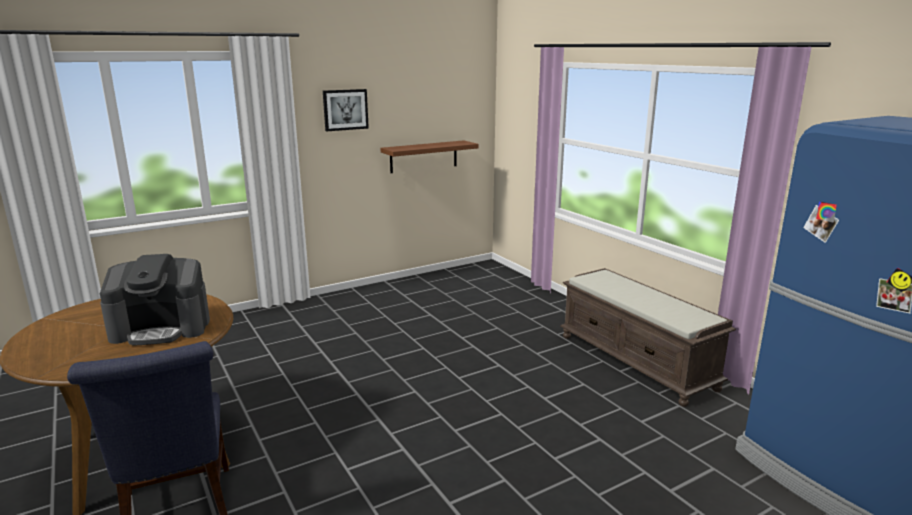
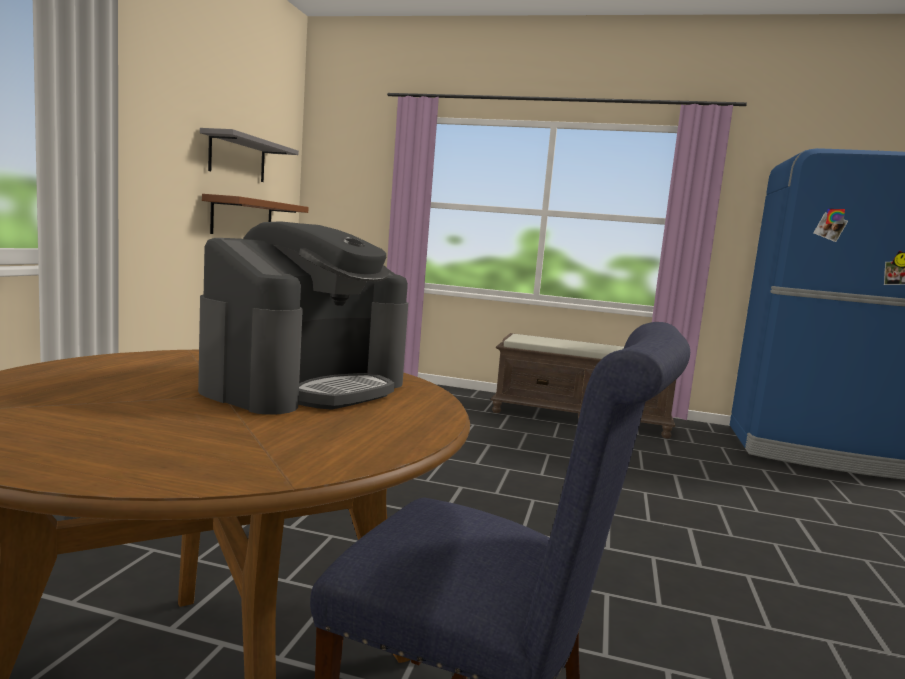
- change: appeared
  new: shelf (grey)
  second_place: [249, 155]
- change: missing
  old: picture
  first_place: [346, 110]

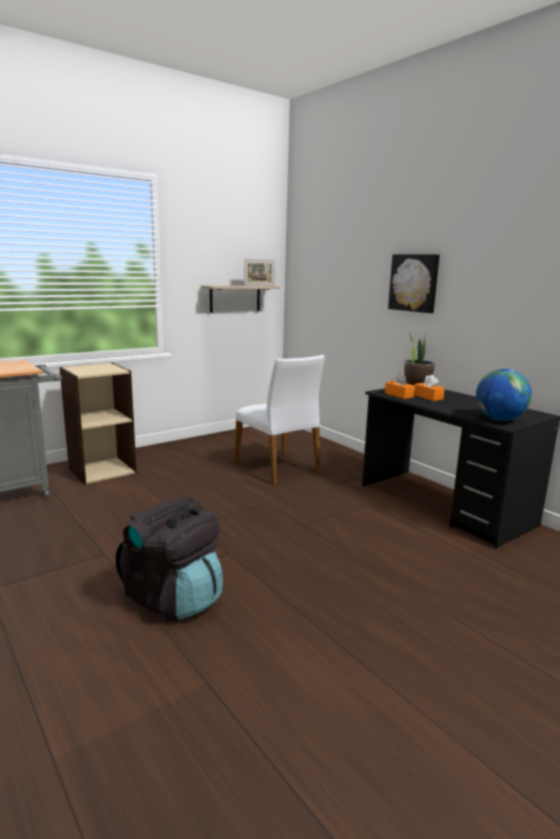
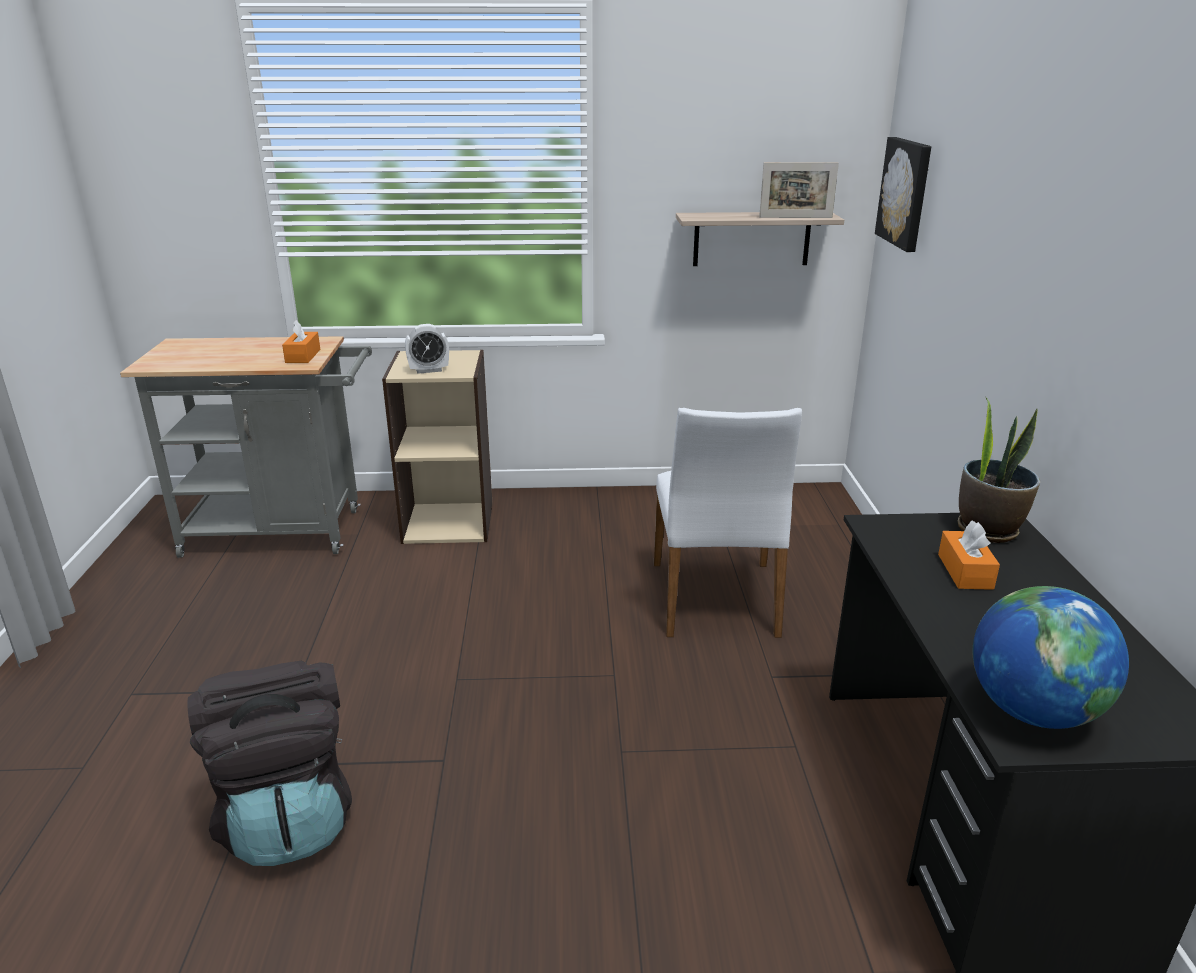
- change: relocated
  old: tissue box (orange)
  first_place: [400, 386]
  second_place: [301, 341]
- change: appeared
  new: alarm clock
  second_place: [427, 349]
- change: relocated
  old: picture
  first_place: [414, 283]
  second_place: [903, 194]

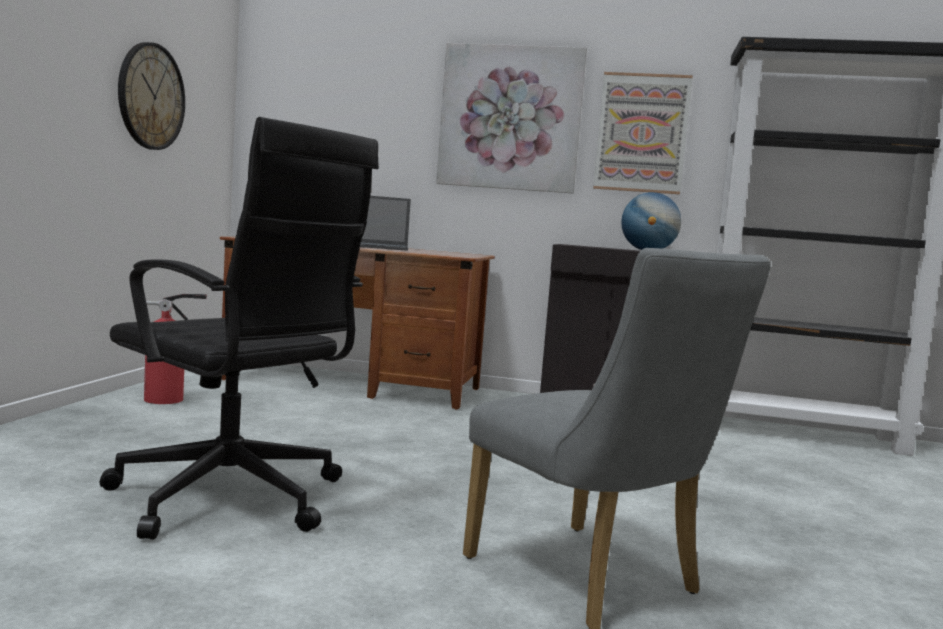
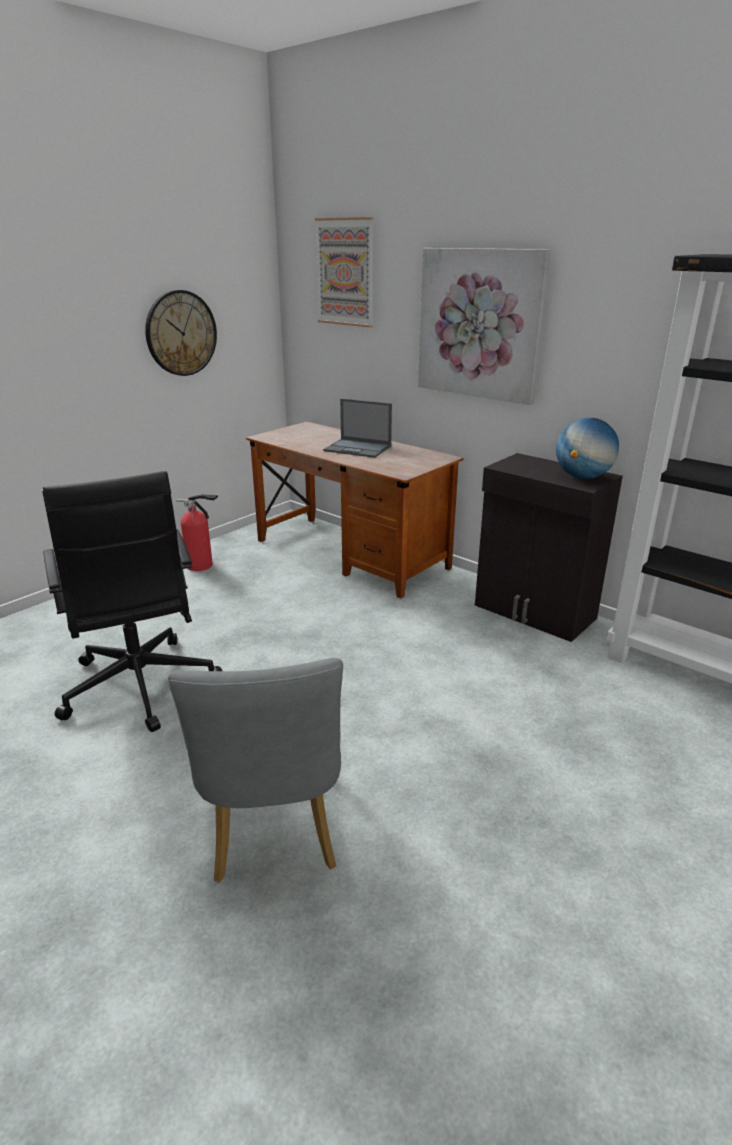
- change: relocated
  old: picture
  first_place: [643, 133]
  second_place: [344, 272]

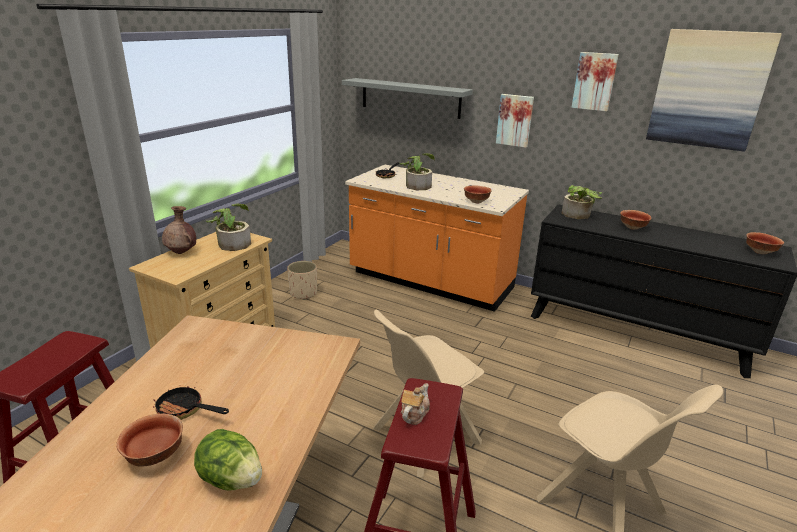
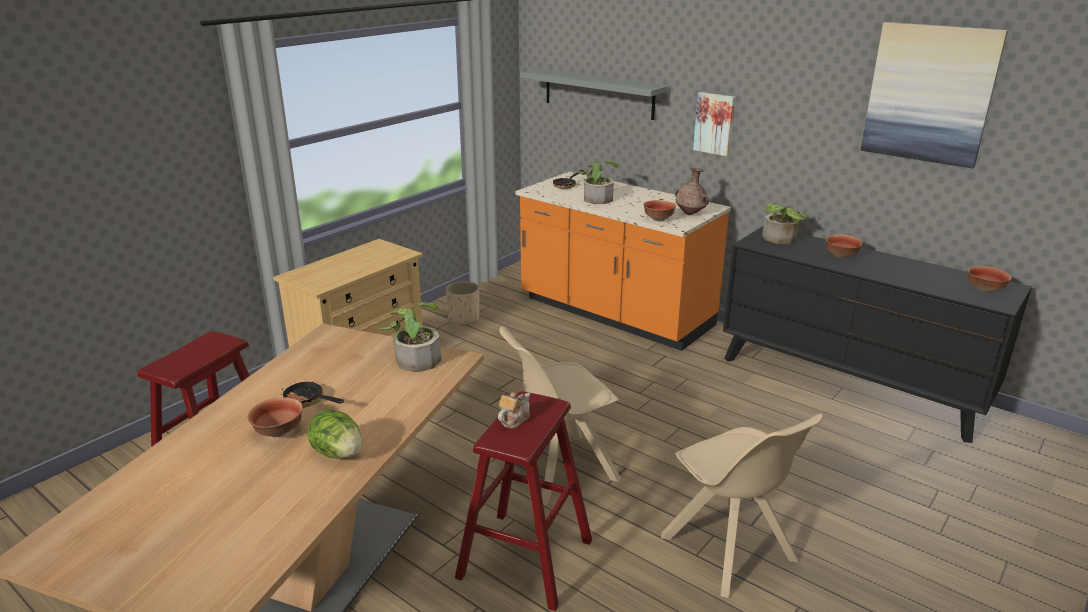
- change: relocated
  old: potted plant
  first_place: [228, 227]
  second_place: [410, 337]
- change: relocated
  old: vase (brown)
  first_place: [179, 230]
  second_place: [692, 191]
- change: missing
  old: picture
  first_place: [595, 81]

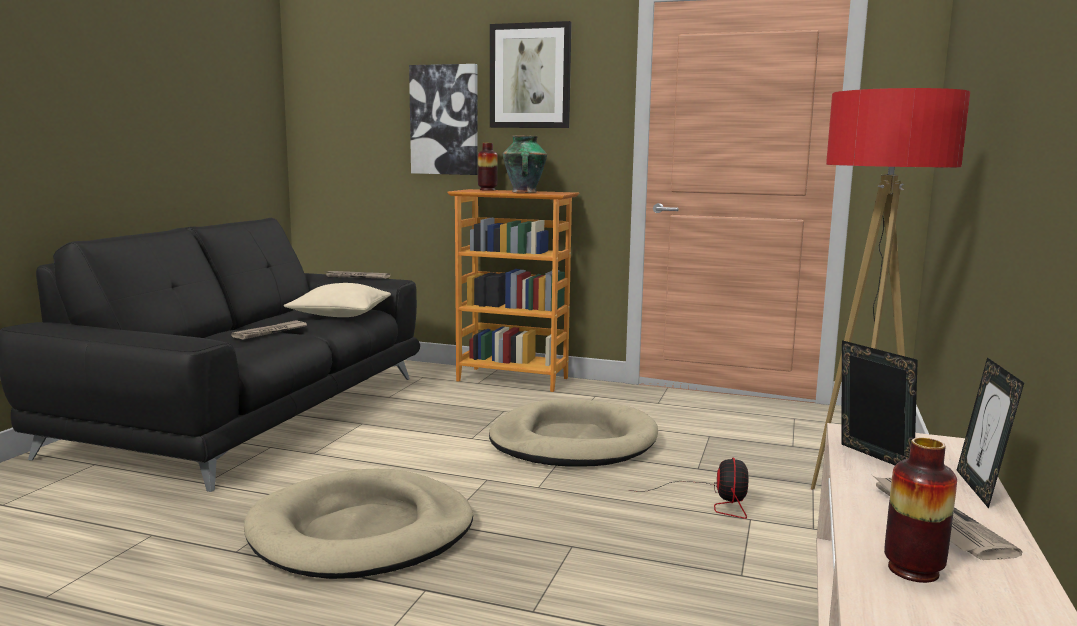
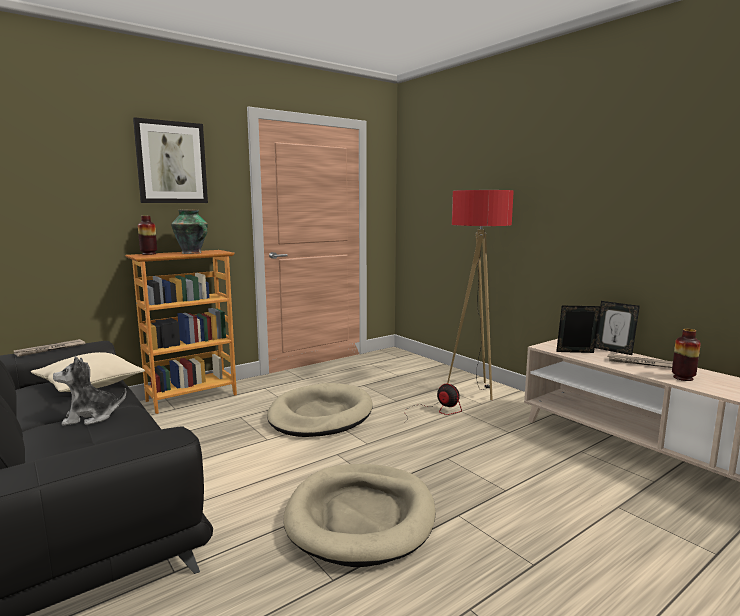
- change: exchanged
  old: newspaper
  new: plush toy
  first_place: [269, 330]
  second_place: [89, 391]
- change: missing
  old: picture
  first_place: [443, 119]

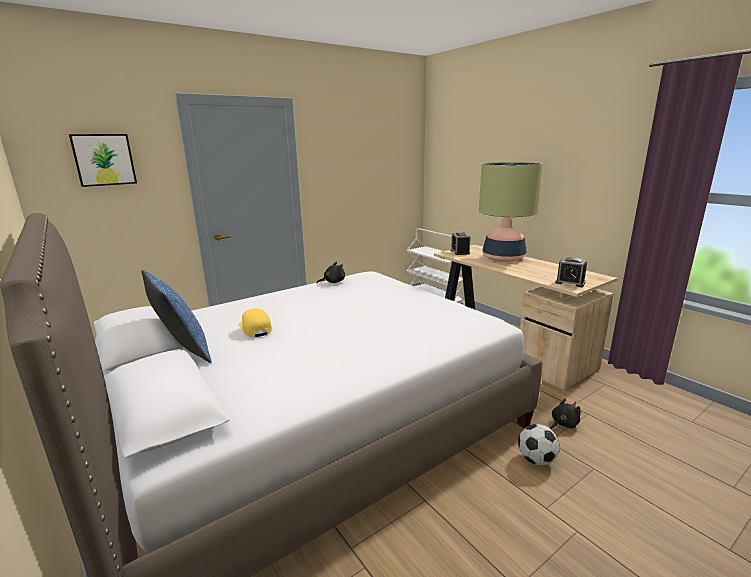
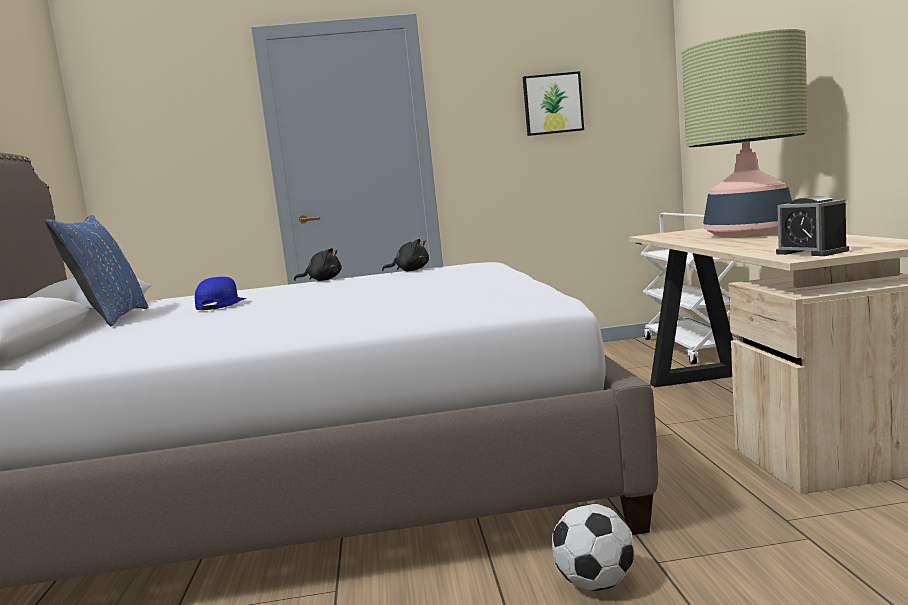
- change: colour
  old: cap (yellow)
  new: cap (blue)
  first_place: [255, 322]
  second_place: [221, 293]
- change: relocated
  old: plush toy (black)
  first_place: [565, 413]
  second_place: [317, 264]
- change: relocated
  old: picture
  first_place: [103, 160]
  second_place: [553, 103]
- change: missing
  old: alarm clock
  first_place: [461, 244]

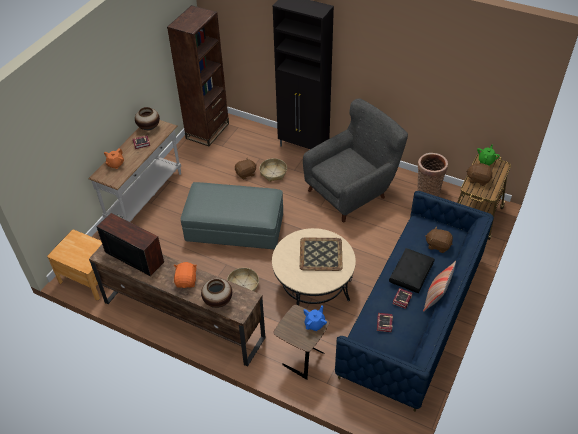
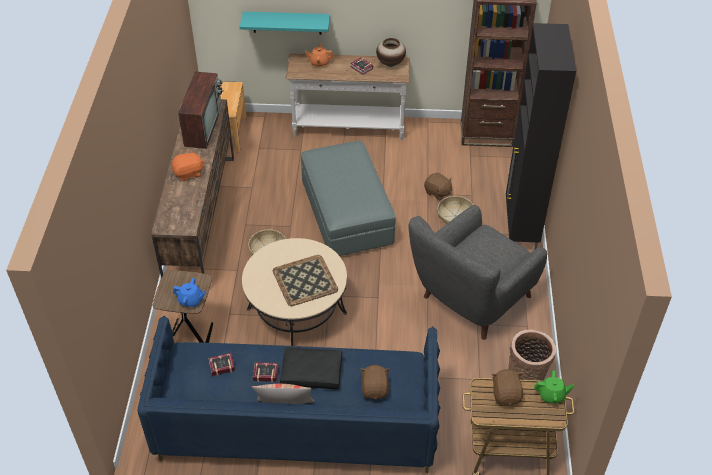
- change: appeared
  new: shelf (turquoise)
  second_place: [284, 23]
- change: spun
  old: armchair (grey)
  first_place: [355, 160]
  second_place: [478, 272]
  degrees: 105
- change: missing
  old: vase
  first_place: [216, 293]

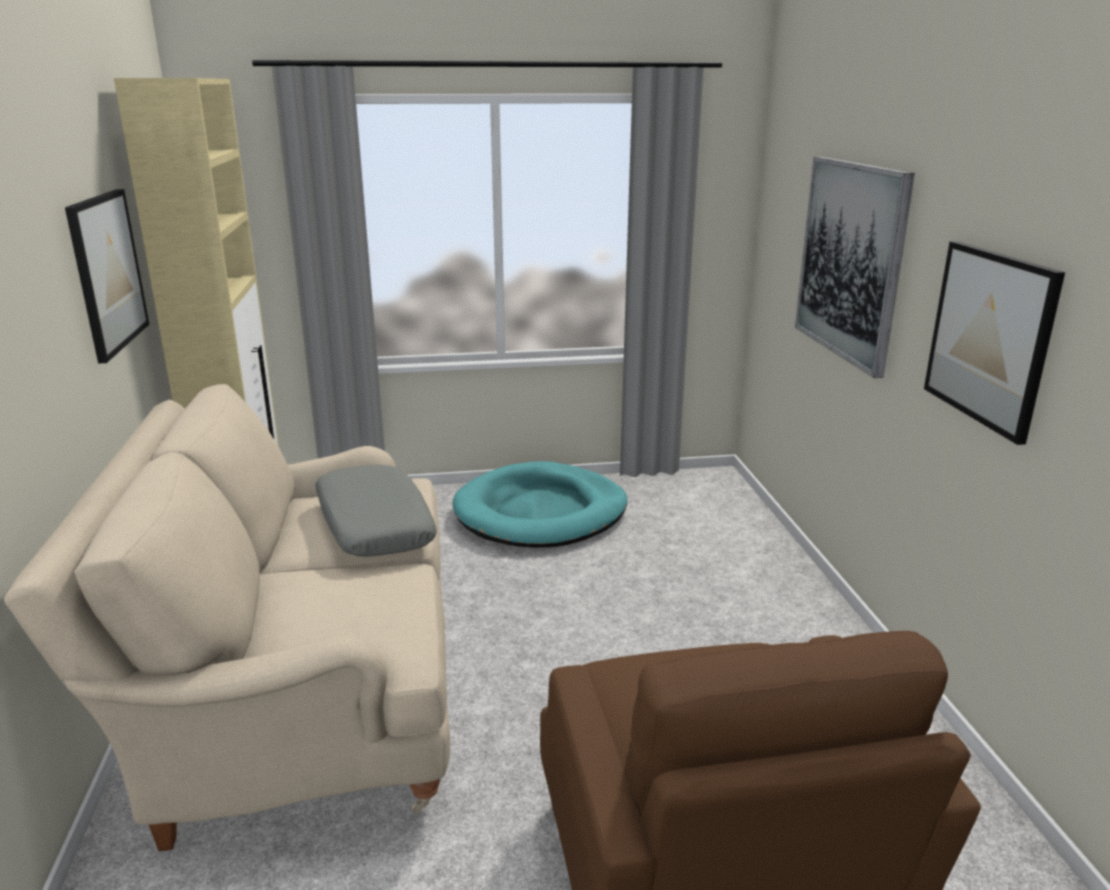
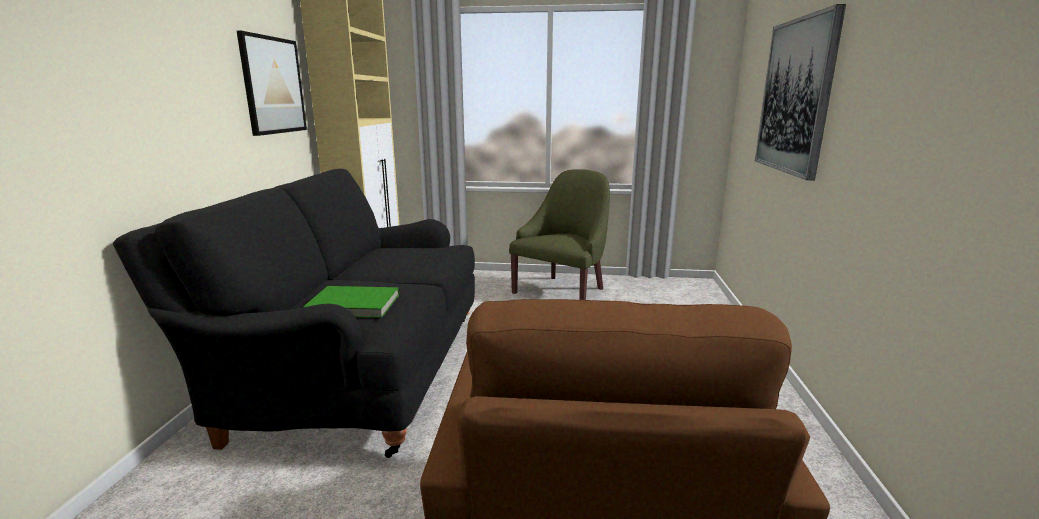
- change: colour
  old: sofa (beige)
  new: sofa (black)
  first_place: [227, 617]
  second_place: [294, 313]
- change: appeared
  new: book (green)
  second_place: [351, 302]
- change: exchanged
  old: dog bed (turquoise)
  new: armchair (green)
  first_place: [540, 504]
  second_place: [559, 234]
- change: missing
  old: pillow (grey)
  first_place: [376, 510]
- change: missing
  old: picture
  first_place: [994, 343]

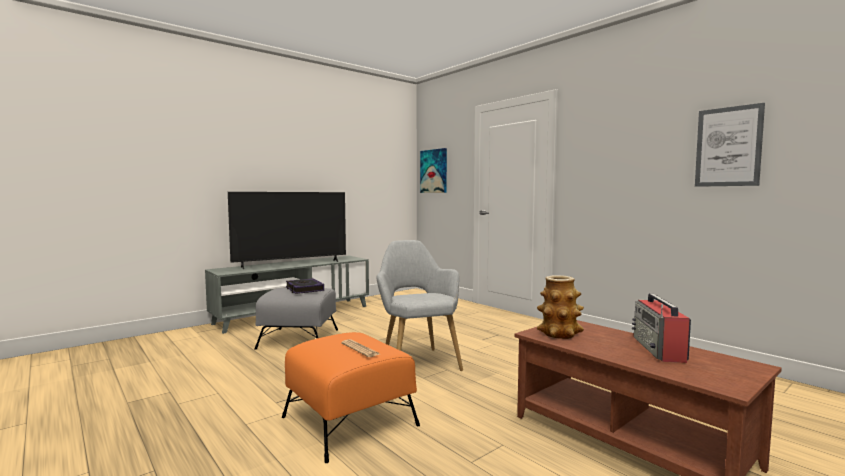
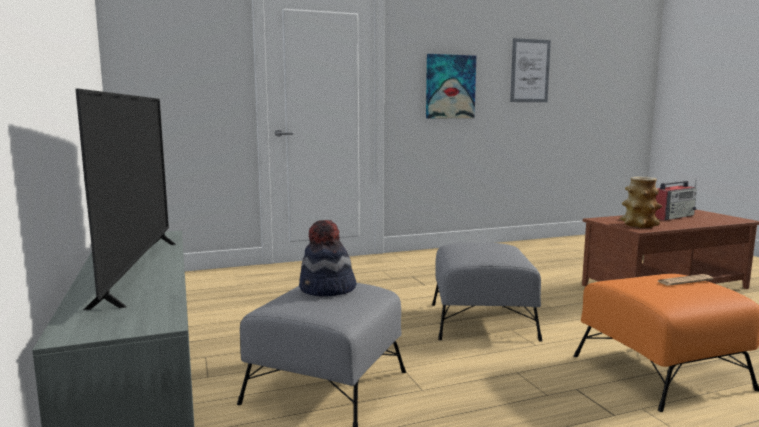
- change: exchanged
  old: book
  new: hat
  first_place: [305, 286]
  second_place: [328, 258]
- change: relocated
  old: picture
  first_place: [433, 170]
  second_place: [451, 86]
- change: exchanged
  old: armchair (grey)
  new: ottoman (grey)
  first_place: [419, 305]
  second_place: [487, 292]
- change: spun
  old: radio
  first_place: [661, 328]
  second_place: [676, 200]
  degrees: -60

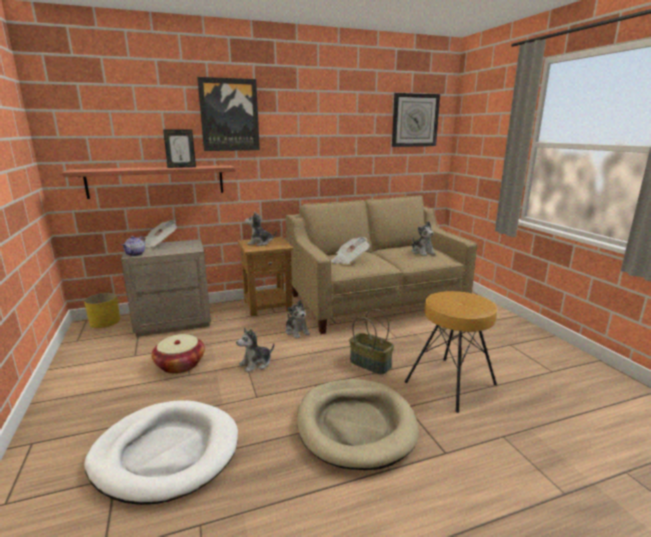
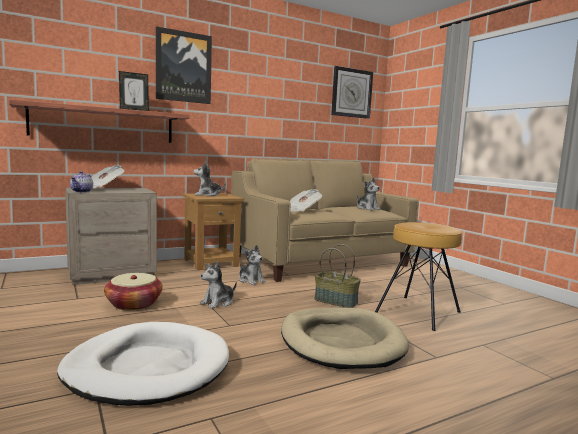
- change: missing
  old: planter (yellow)
  first_place: [102, 310]

